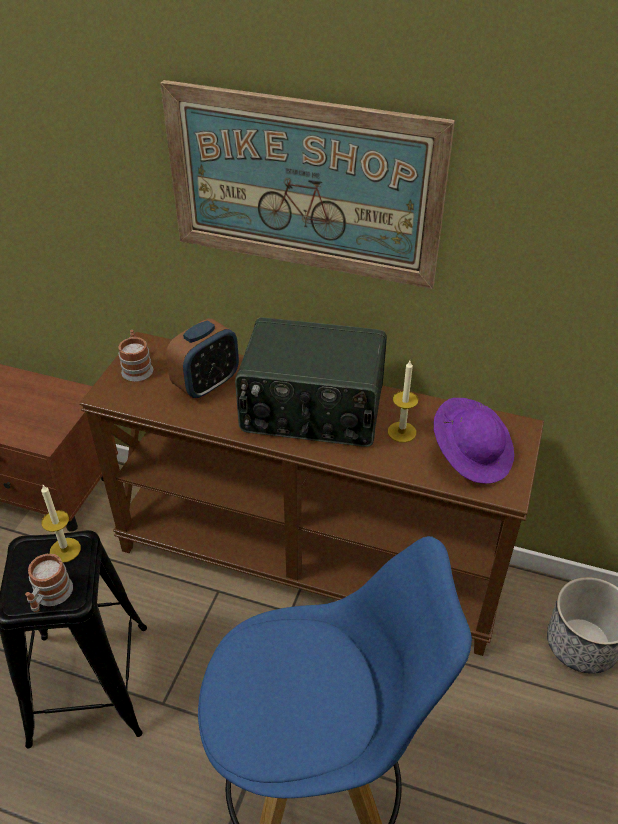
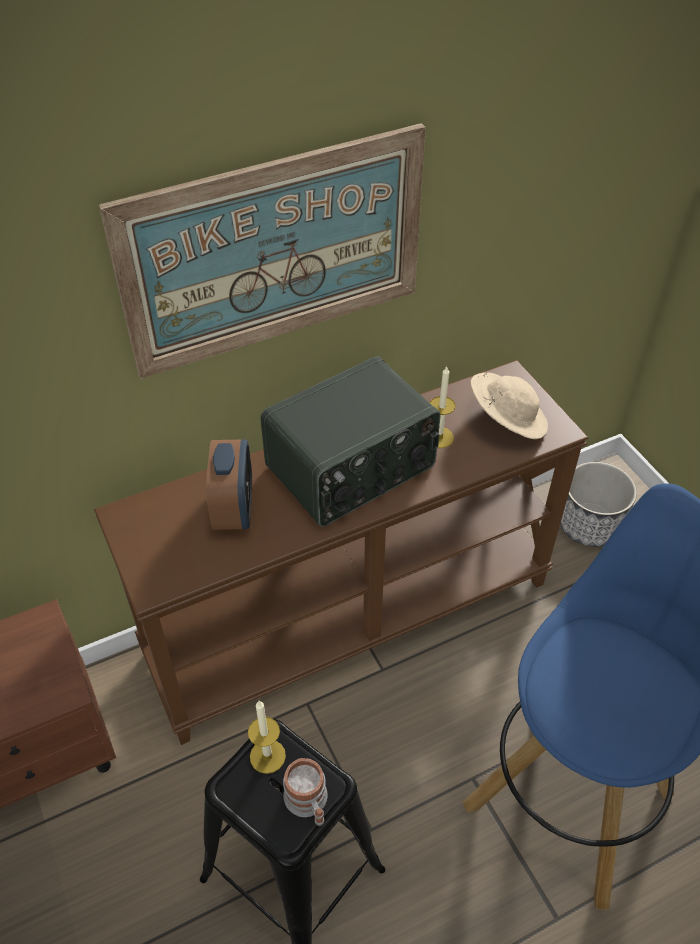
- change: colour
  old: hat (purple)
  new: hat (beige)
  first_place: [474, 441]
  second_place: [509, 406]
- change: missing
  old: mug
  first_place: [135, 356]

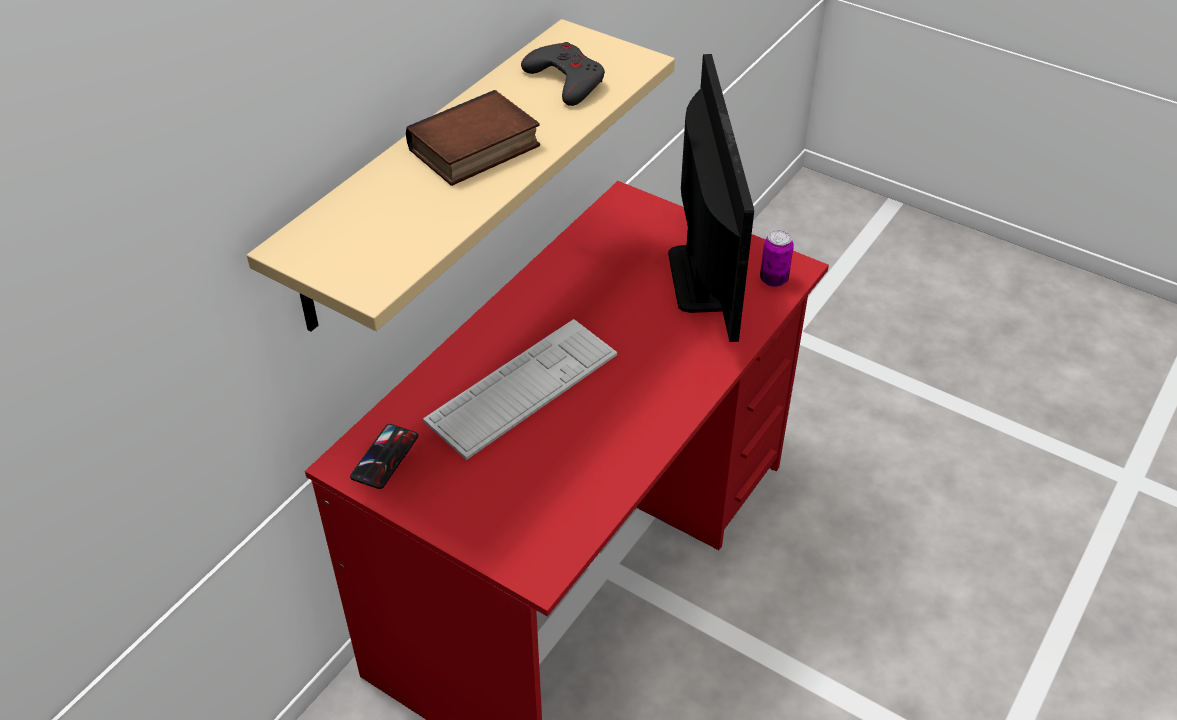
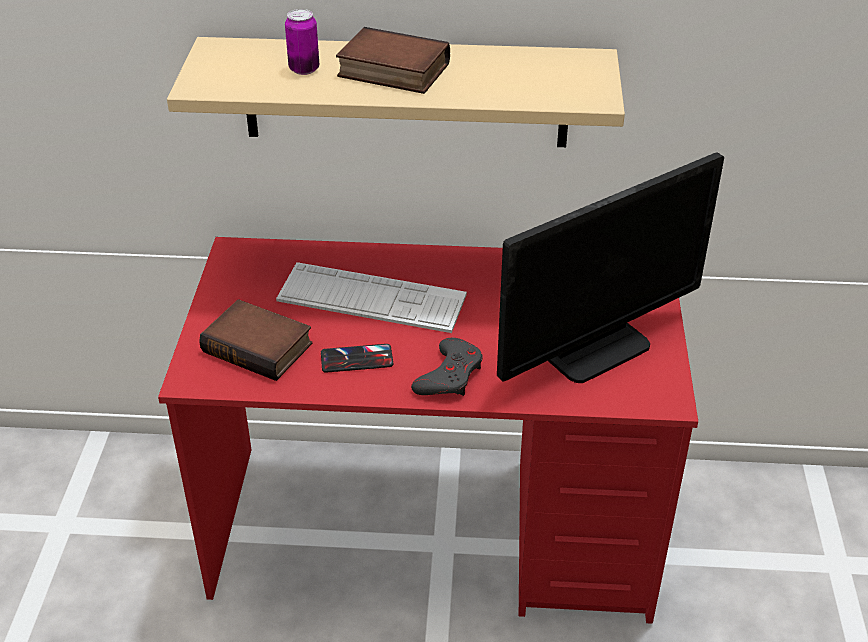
- change: appeared
  new: book
  second_place: [255, 340]
- change: relocated
  old: can
  first_place: [777, 258]
  second_place: [302, 42]
- change: relocated
  old: phone
  first_place: [384, 456]
  second_place: [357, 358]
- change: relocated
  old: game controller (grey)
  first_place: [563, 74]
  second_place: [447, 367]

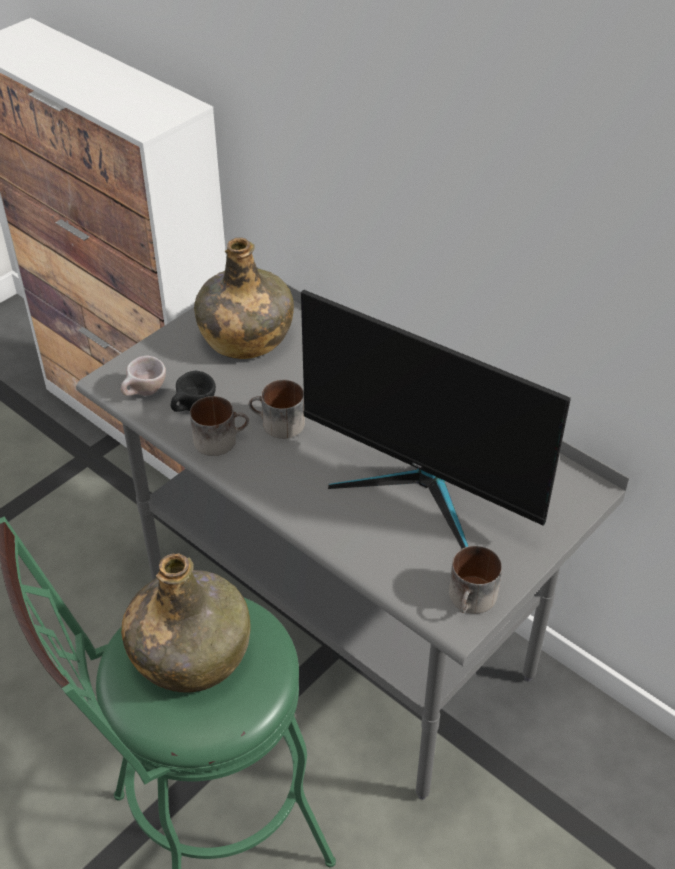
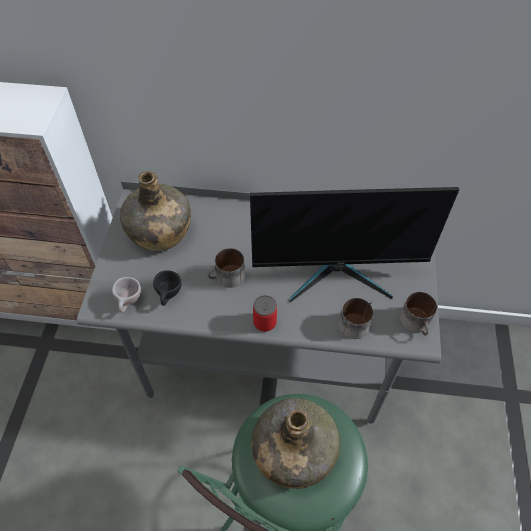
- change: appeared
  new: can
  second_place: [265, 313]
- change: relocated
  old: mug
  first_place: [219, 426]
  second_place: [356, 318]

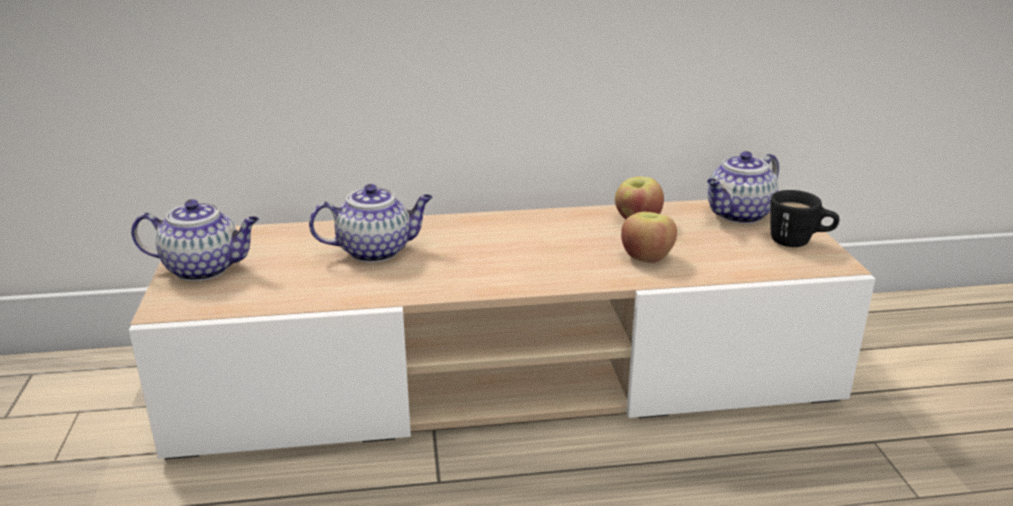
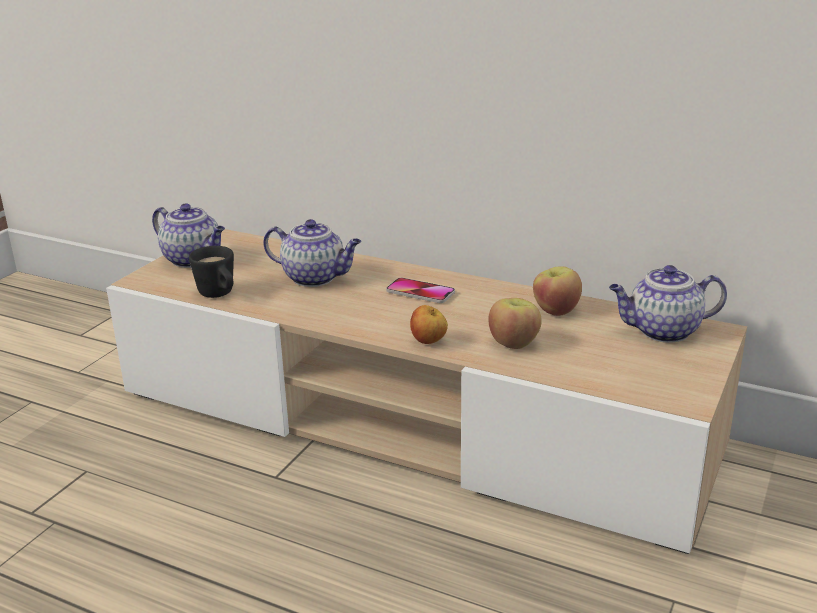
- change: relocated
  old: mug (black)
  first_place: [805, 218]
  second_place: [211, 272]
- change: appeared
  new: phone
  second_place: [420, 290]
- change: appeared
  new: apple
  second_place: [429, 324]

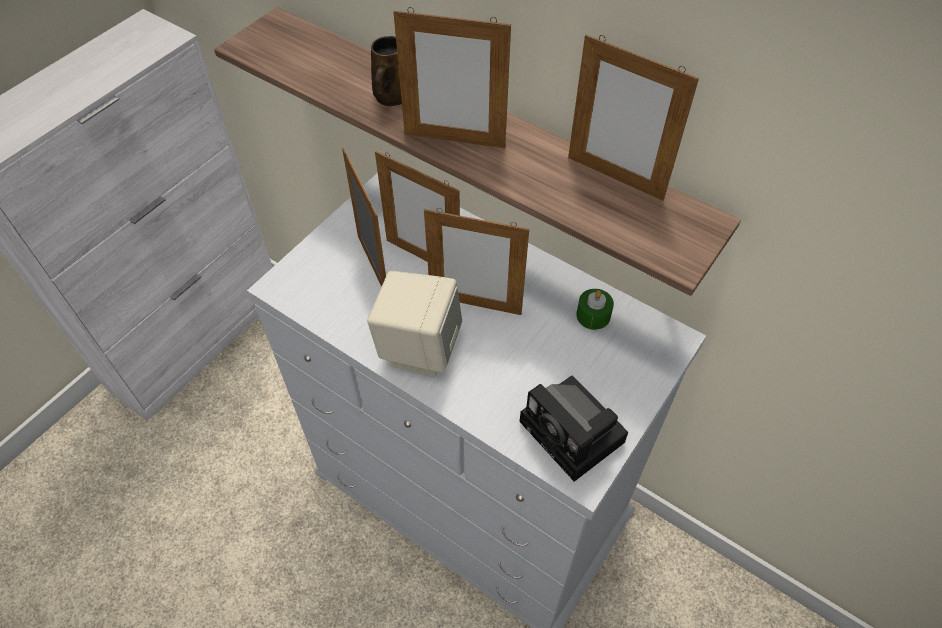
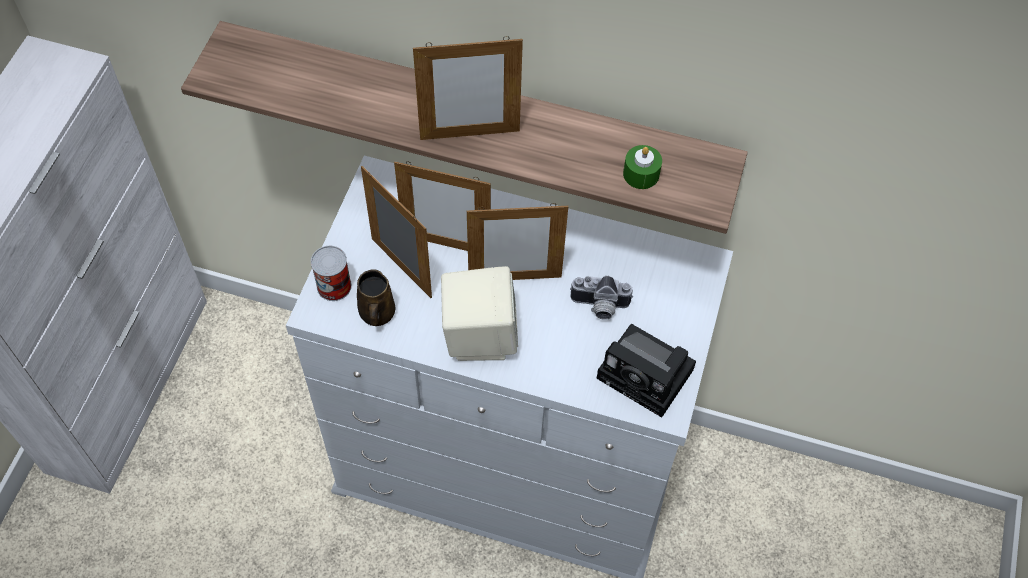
- change: appeared
  new: can
  second_place: [331, 273]
- change: relocated
  old: mug (brown)
  first_place: [386, 71]
  second_place: [376, 297]
- change: appeared
  new: photo camera
  second_place: [601, 298]
- change: relocated
  old: candle (green)
  first_place: [595, 309]
  second_place: [642, 167]
- change: missing
  old: picture frame
  first_place: [633, 118]

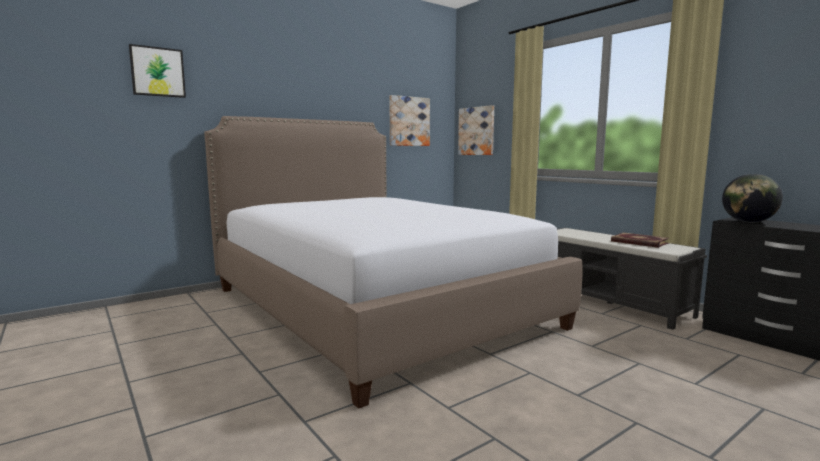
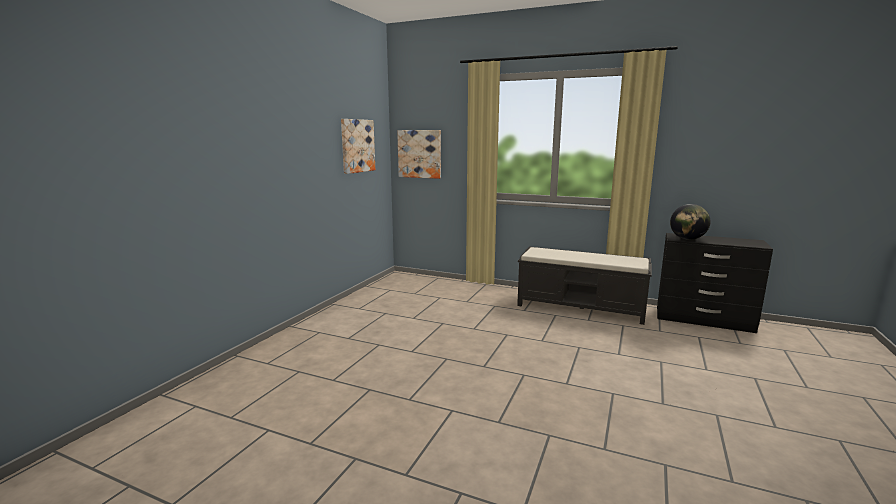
- change: missing
  old: picture
  first_place: [157, 71]
- change: missing
  old: bed
  first_place: [393, 262]
- change: missing
  old: book
  first_place: [640, 240]

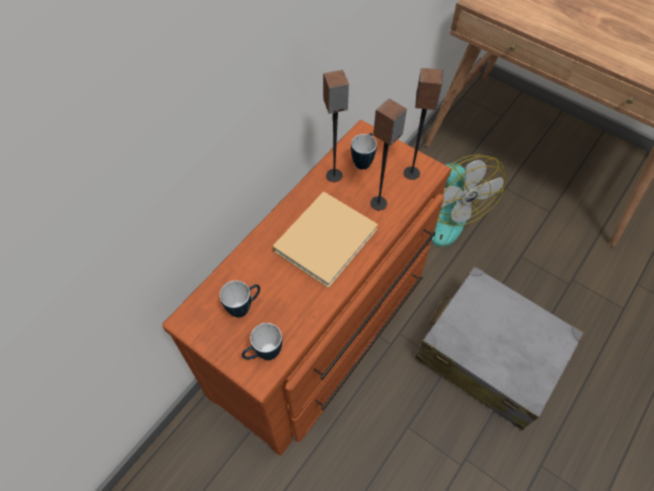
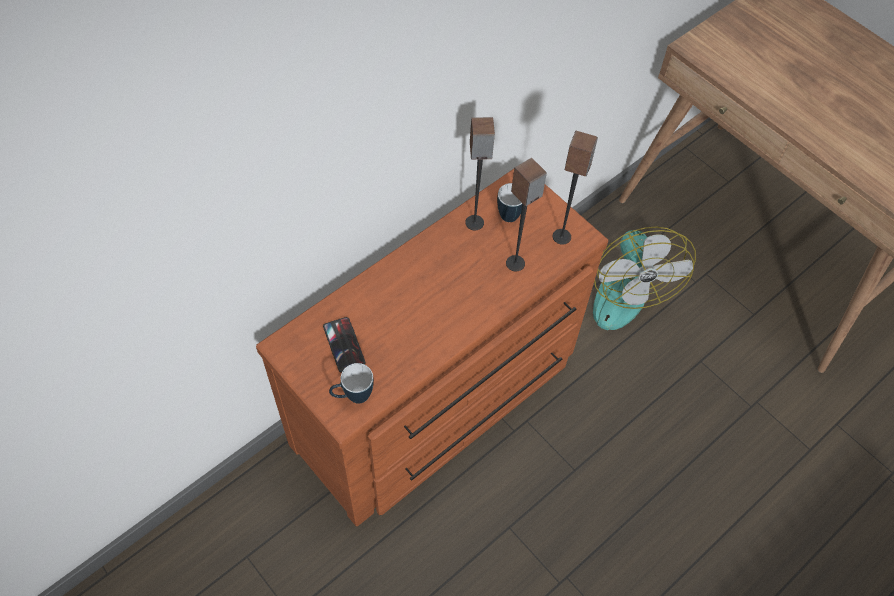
- change: exchanged
  old: mug
  new: phone
  first_place: [240, 299]
  second_place: [344, 345]
- change: missing
  old: book (beige)
  first_place: [325, 239]
- change: missing
  old: suitcase (grey)
  first_place: [499, 348]

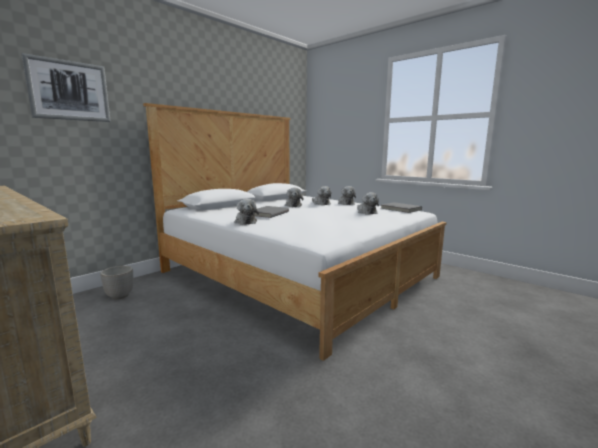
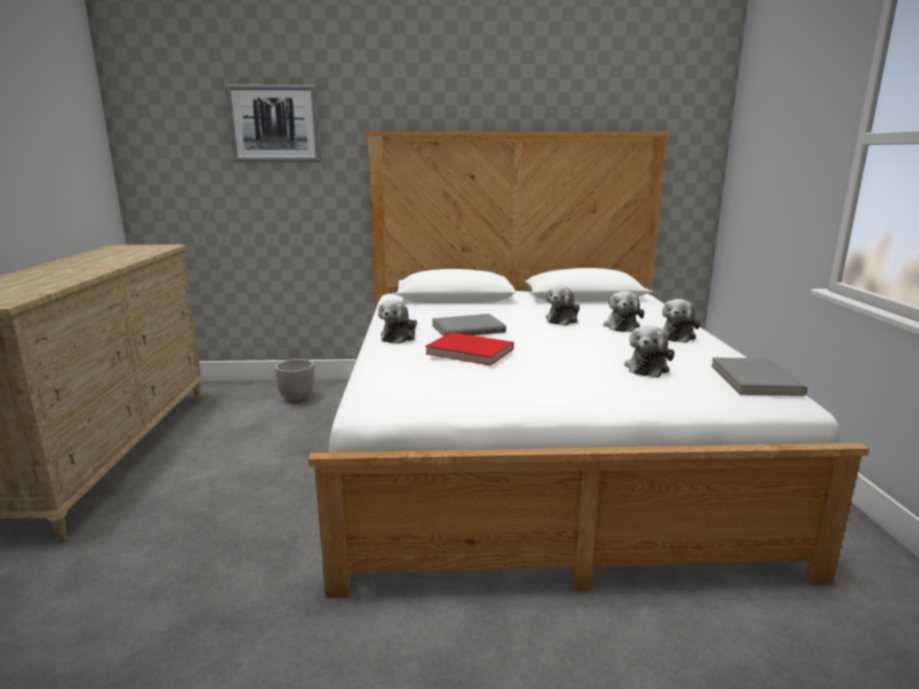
- change: appeared
  new: book (red)
  second_place: [469, 349]

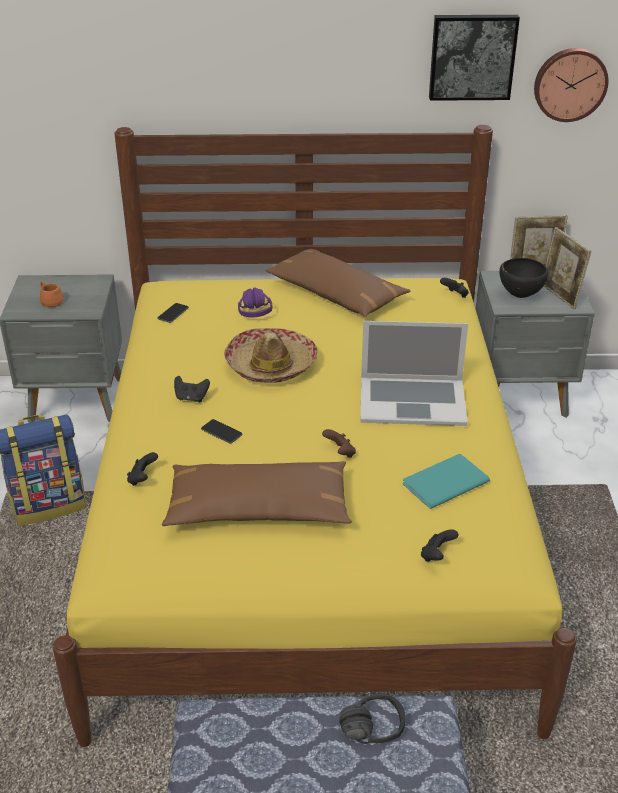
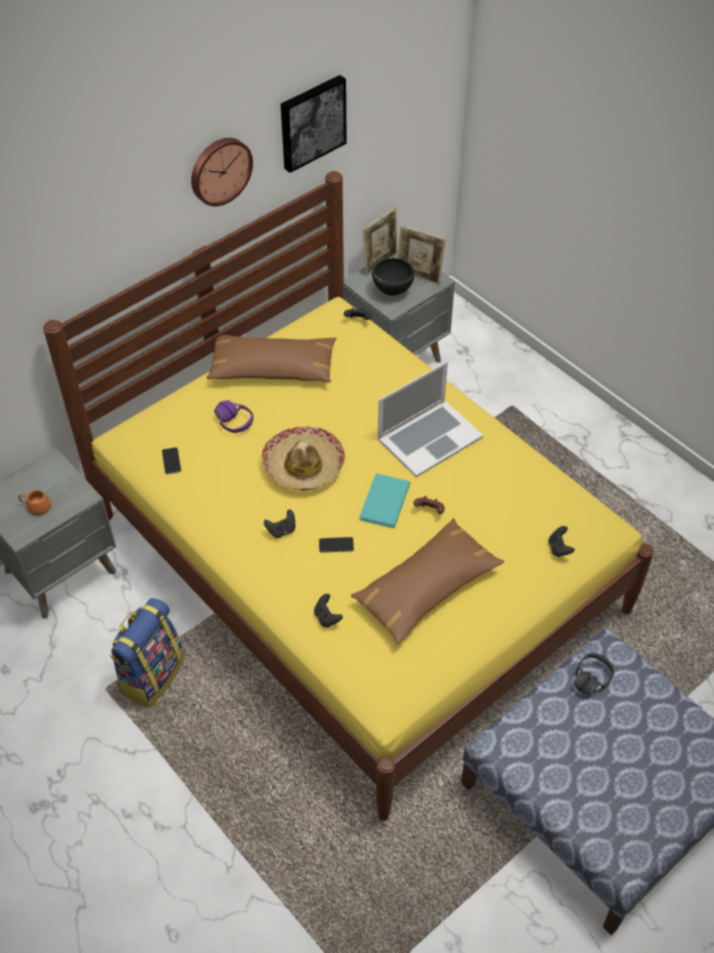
- change: relocated
  old: wall clock
  first_place: [571, 85]
  second_place: [222, 172]
- change: relocated
  old: book (turquoise)
  first_place: [446, 481]
  second_place: [384, 501]

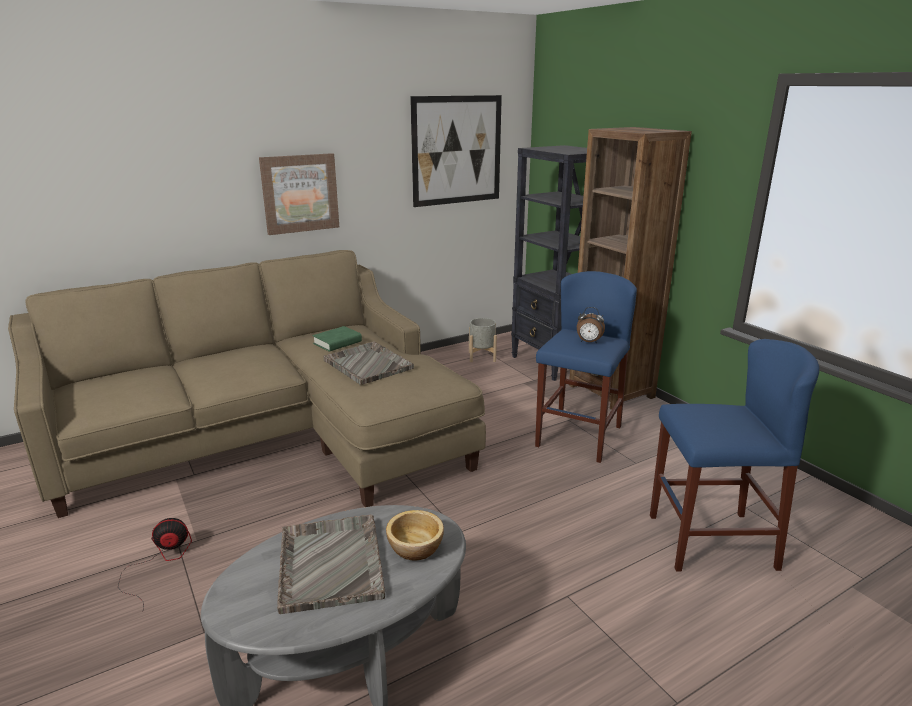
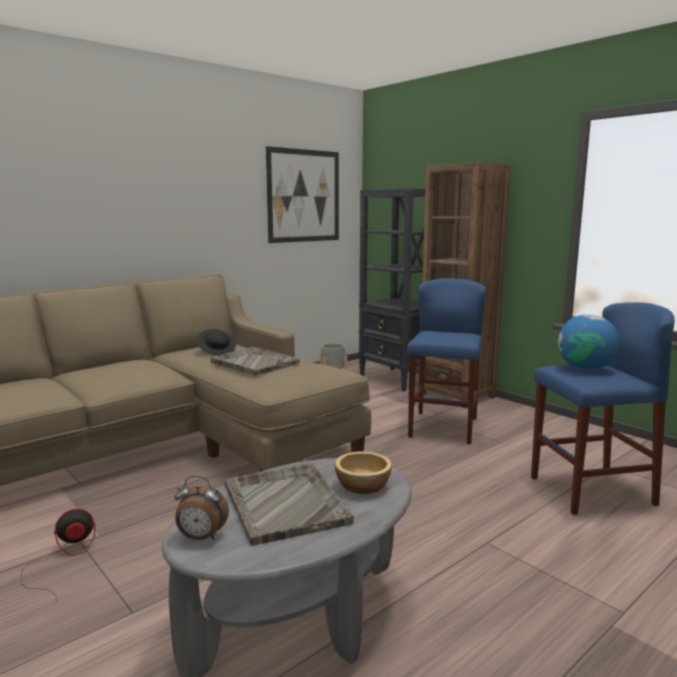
- change: relocated
  old: alarm clock
  first_place: [591, 325]
  second_place: [202, 508]
- change: exchanged
  old: book (green)
  new: hat (black)
  first_place: [337, 339]
  second_place: [216, 342]
- change: appeared
  new: globe
  second_place: [588, 342]
- change: missing
  old: picture
  first_place: [299, 194]

